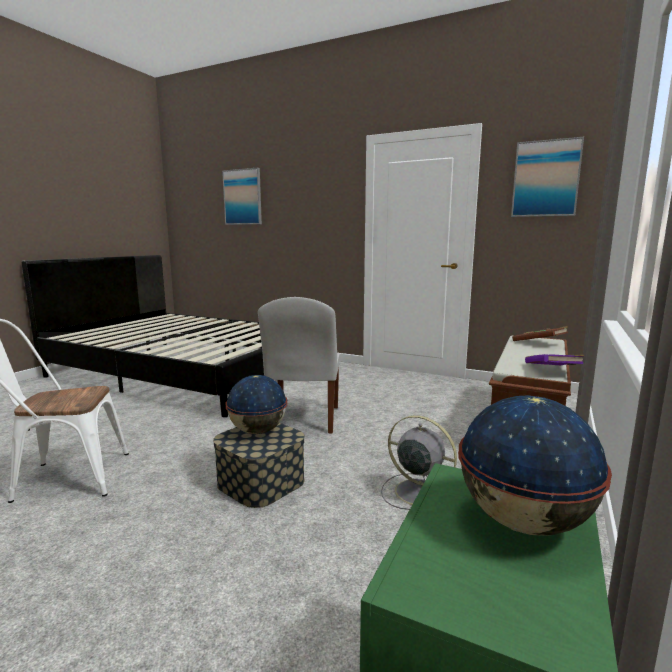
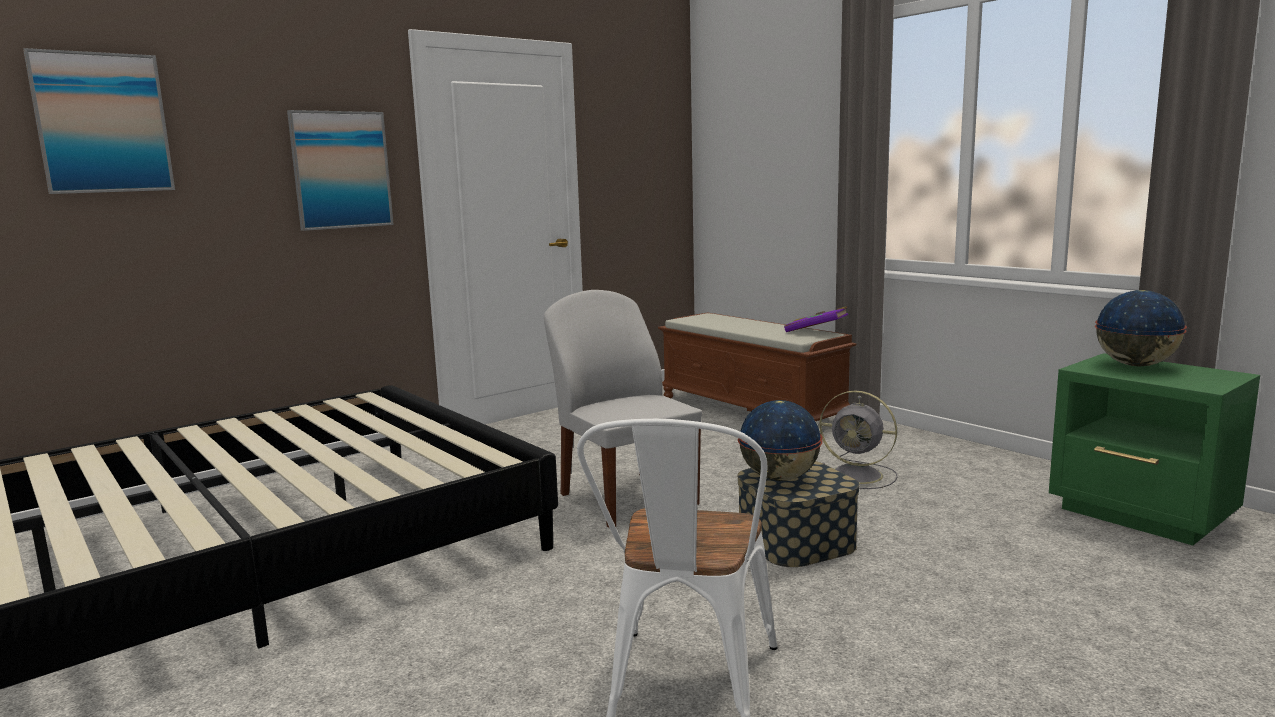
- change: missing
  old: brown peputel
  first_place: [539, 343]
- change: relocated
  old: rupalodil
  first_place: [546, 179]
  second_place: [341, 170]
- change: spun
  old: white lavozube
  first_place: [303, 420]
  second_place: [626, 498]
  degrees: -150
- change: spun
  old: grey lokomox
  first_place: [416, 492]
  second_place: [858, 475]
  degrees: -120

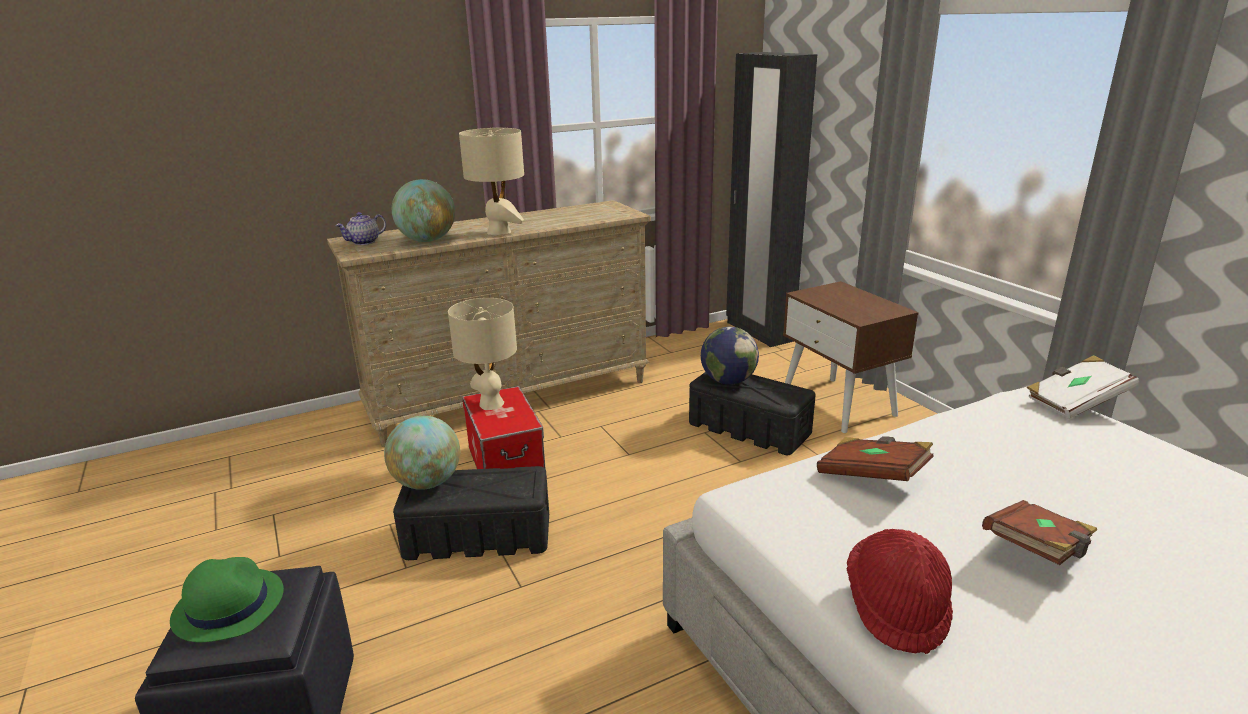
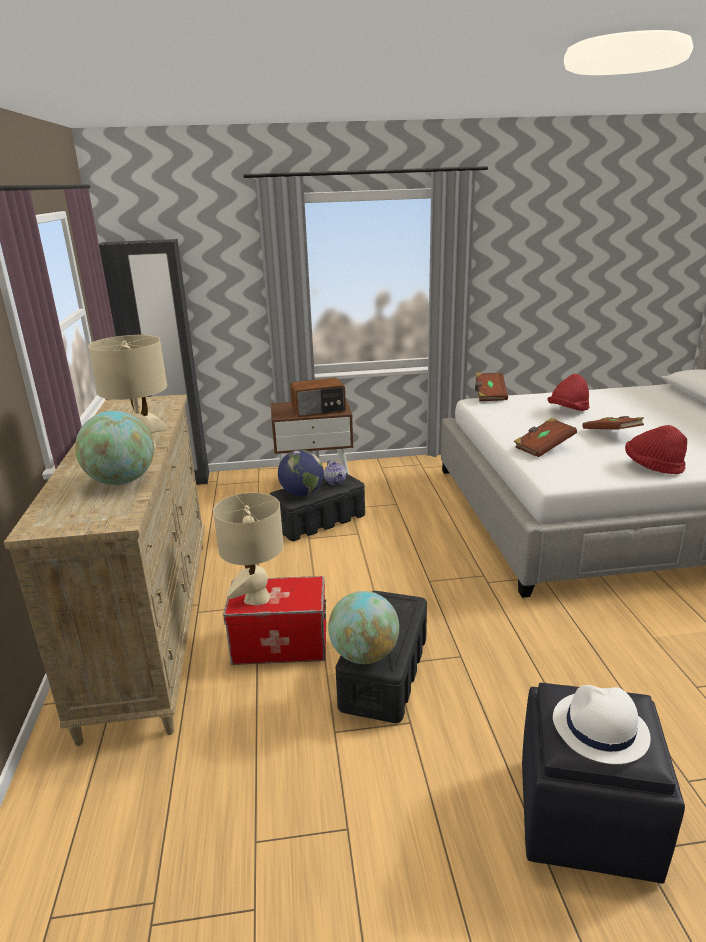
- change: appeared
  new: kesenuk
  second_place: [319, 410]
- change: appeared
  new: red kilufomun
  second_place: [568, 410]
- change: relocated
  old: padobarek
  first_place: [364, 242]
  second_place: [335, 481]
- change: colour
  old: green kilufomun
  new: white kilufomun
  first_place: [228, 605]
  second_place: [599, 728]
- change: colour
  old: white peputel
  new: brown peputel
  first_place: [1075, 402]
  second_place: [489, 395]

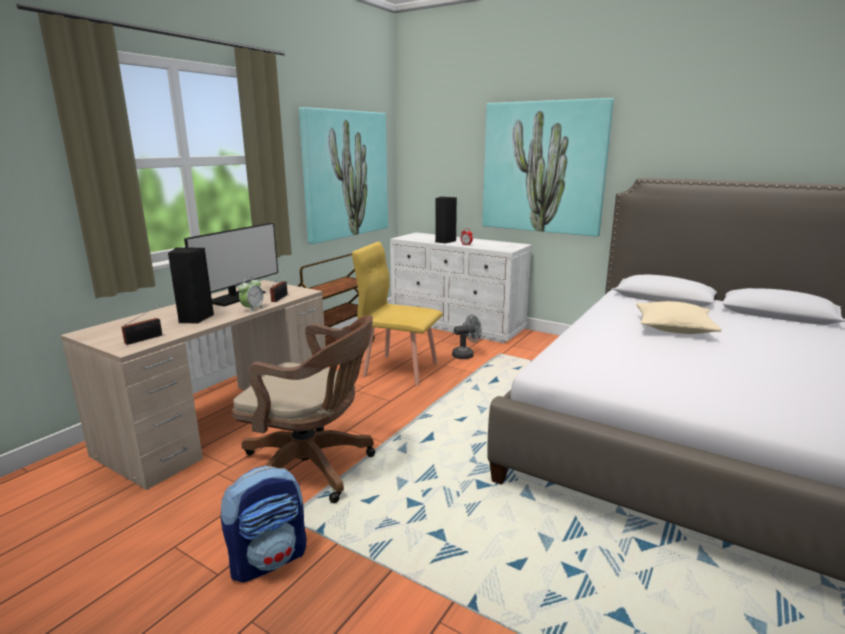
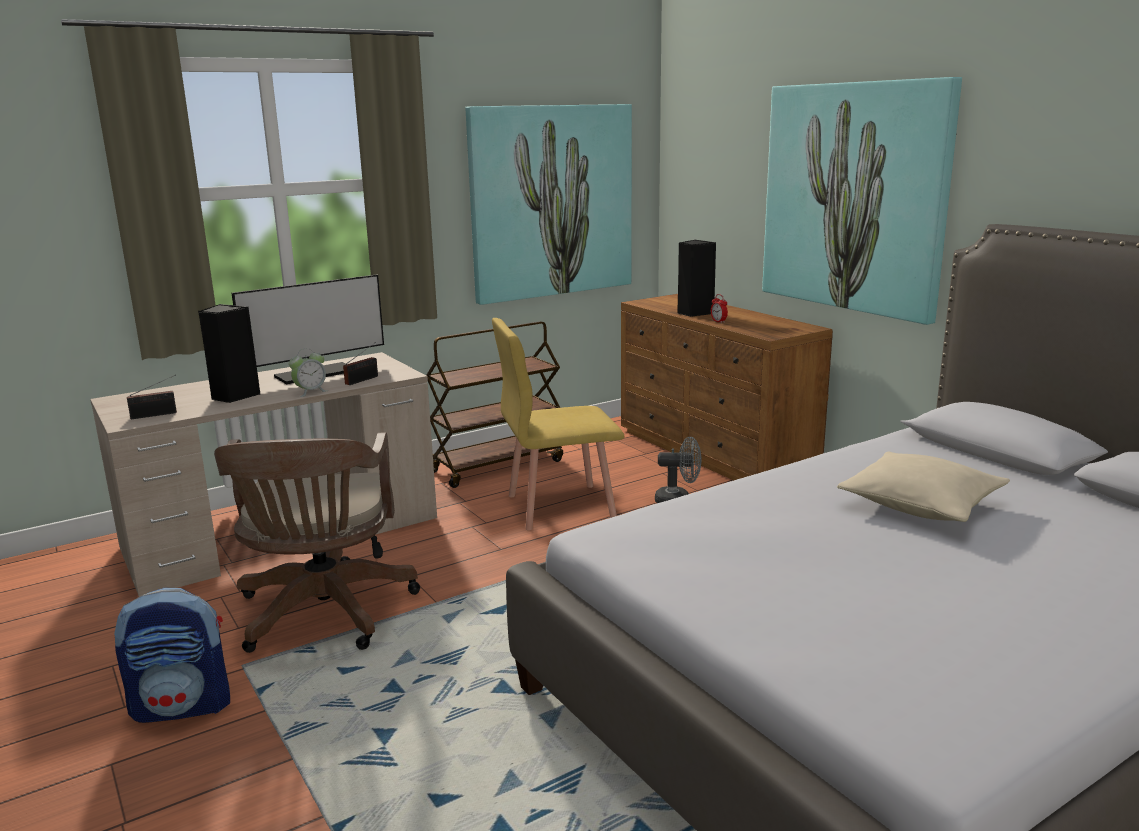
- change: colour
  old: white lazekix
  new: brown lazekix
  first_place: [458, 325]
  second_place: [715, 452]
- change: spun
  old: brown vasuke
  first_place: [313, 468]
  second_place: [324, 615]
  degrees: 45
- change: spun
  old: yellow lavozube
  first_place: [400, 369]
  second_place: [559, 506]
  degrees: -60

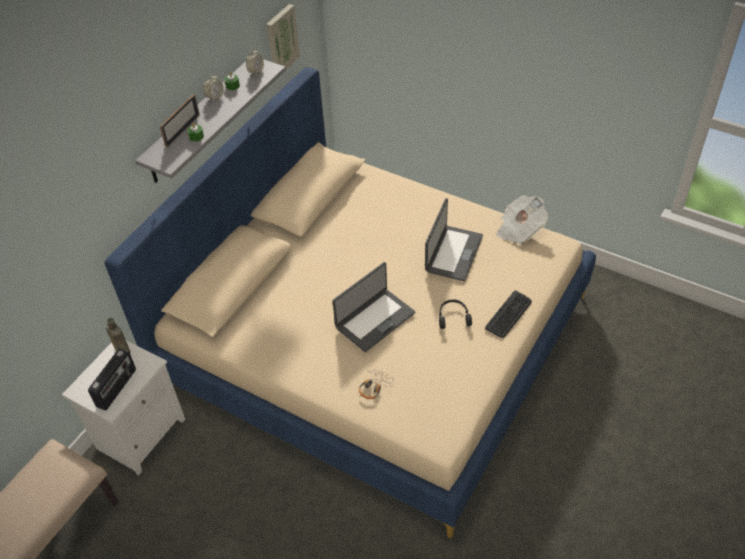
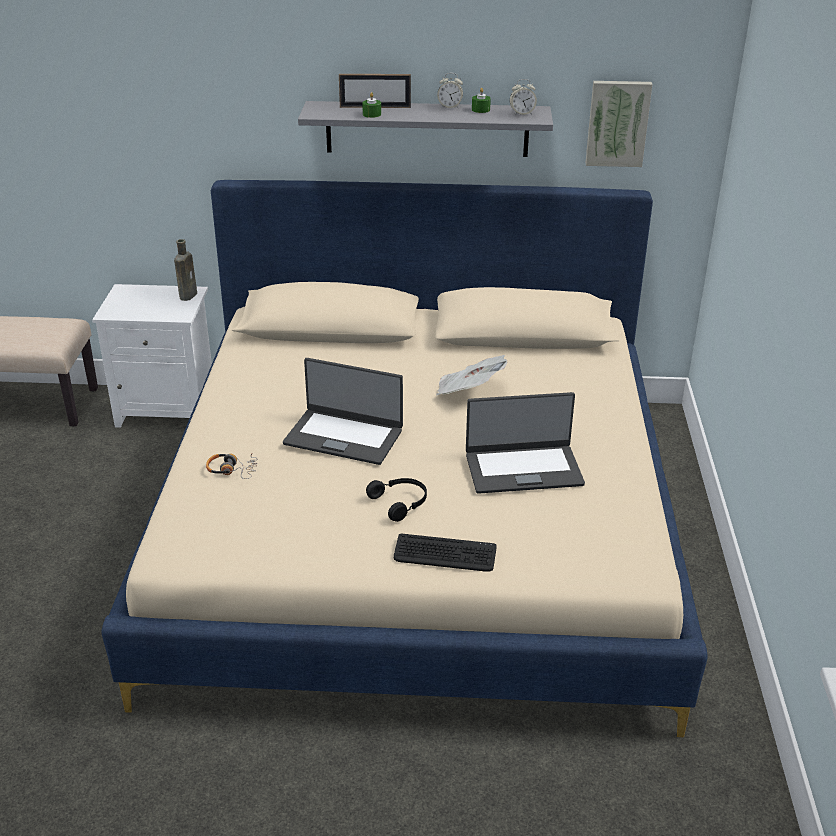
- change: missing
  old: kesenuk
  first_place: [117, 388]
- change: relocated
  old: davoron
  first_place: [519, 229]
  second_place: [469, 392]

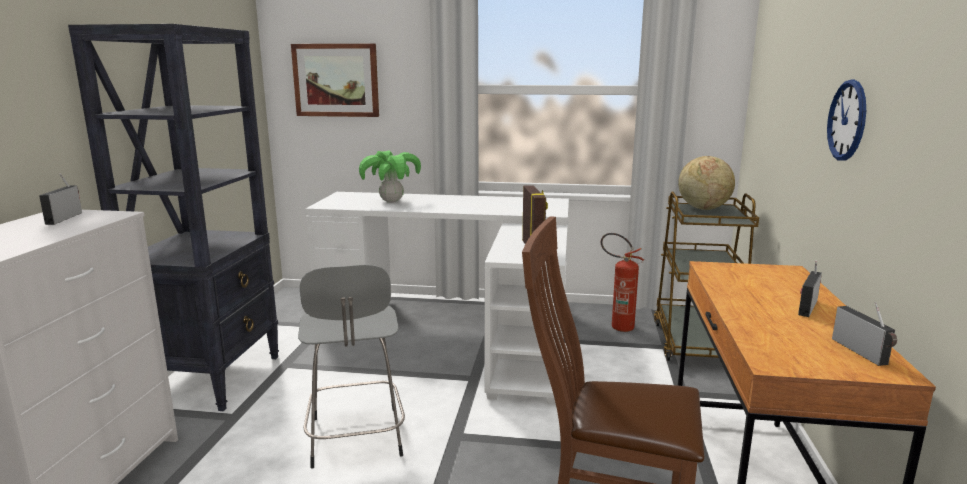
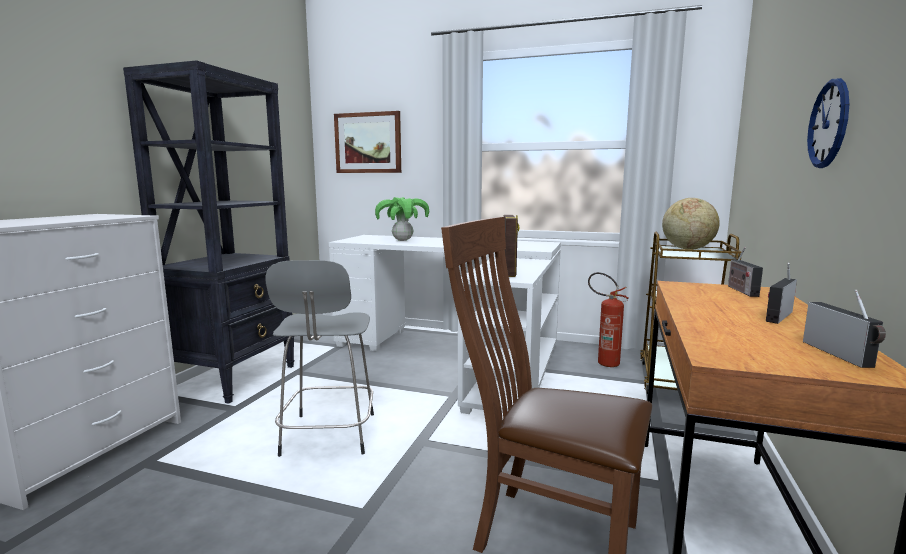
- change: relocated
  old: kesenuk
  first_place: [65, 218]
  second_place: [740, 290]

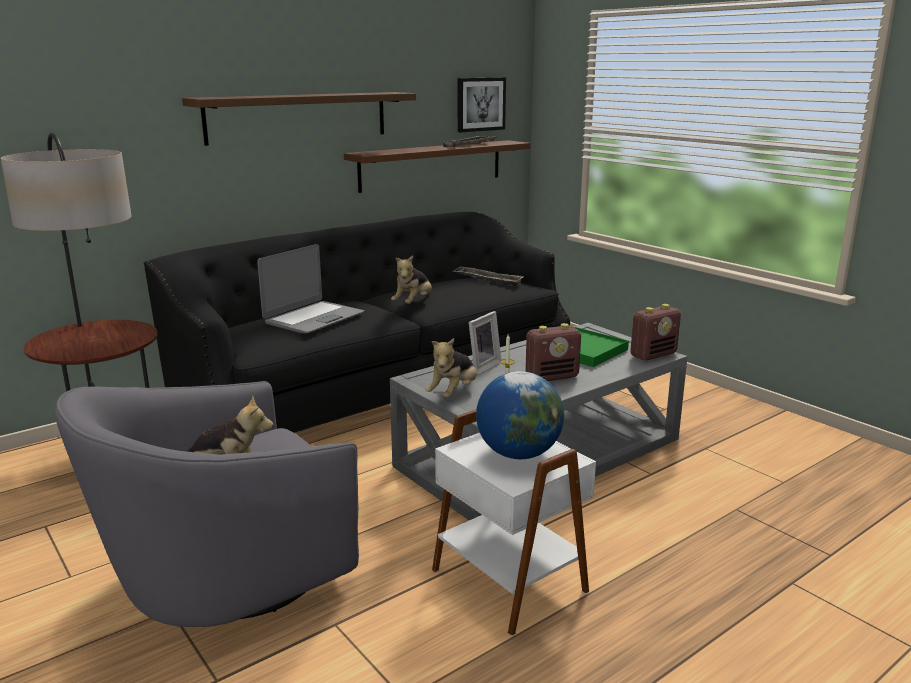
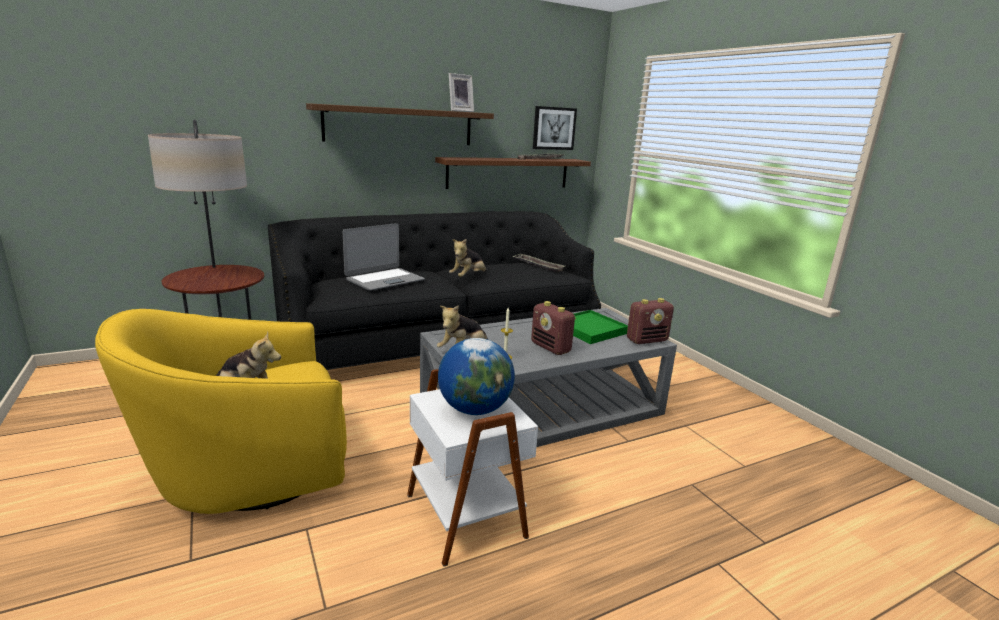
- change: relocated
  old: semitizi
  first_place: [481, 366]
  second_place: [459, 111]
- change: colour
  old: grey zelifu
  new: yellow zelifu
  first_place: [227, 577]
  second_place: [248, 473]
- change: spun
  old: kesenuk
  first_place: [552, 377]
  second_place: [551, 348]
  degrees: 60

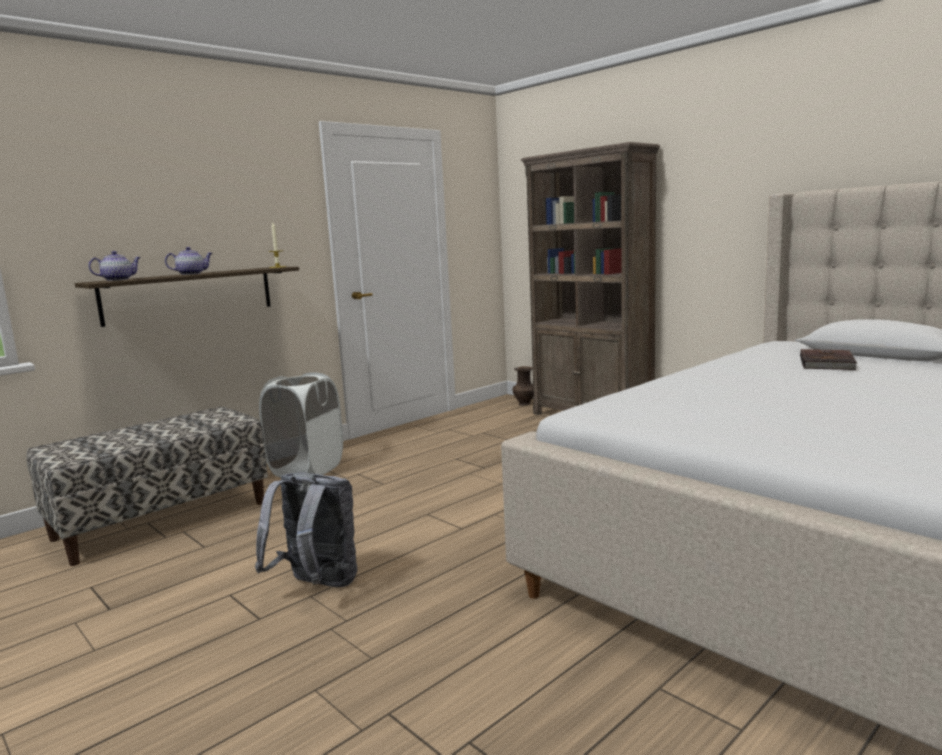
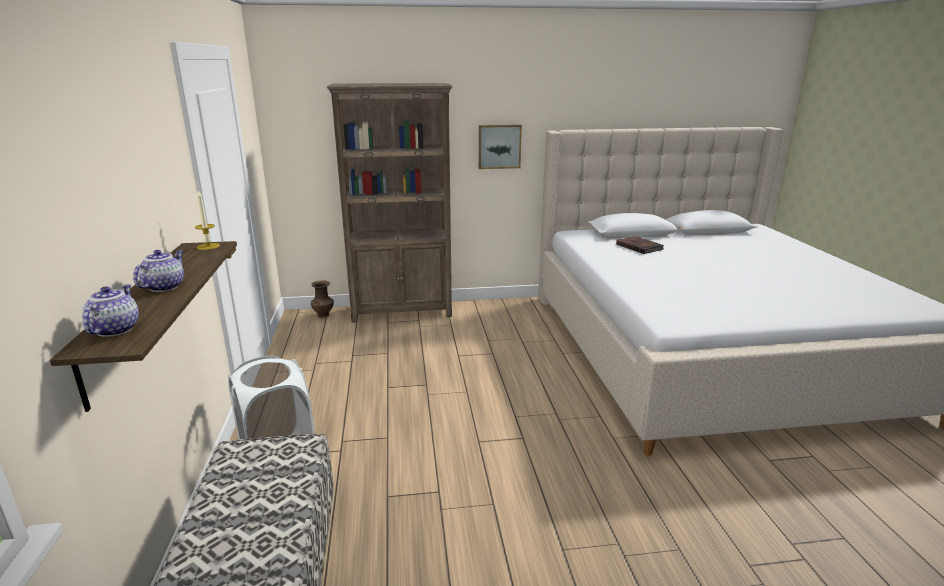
- change: missing
  old: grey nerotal
  first_place: [316, 586]
- change: appeared
  new: rupalodil
  second_place: [499, 146]

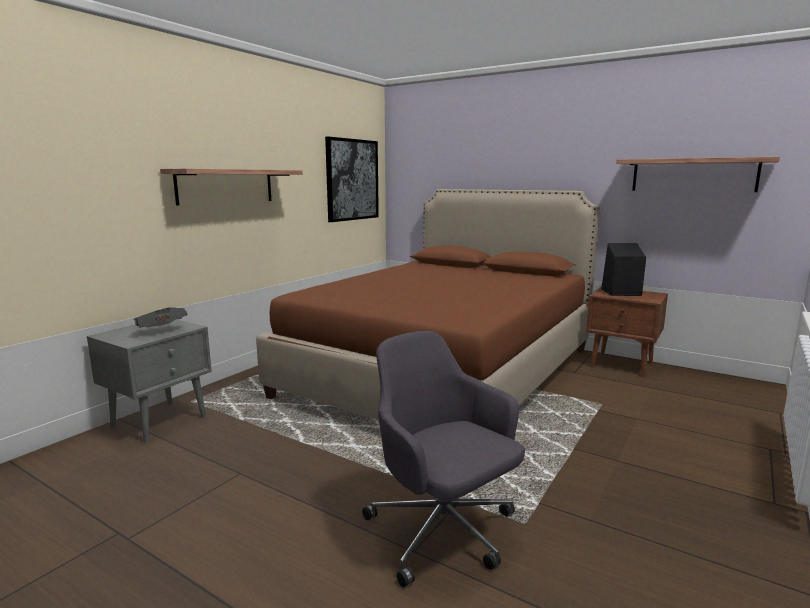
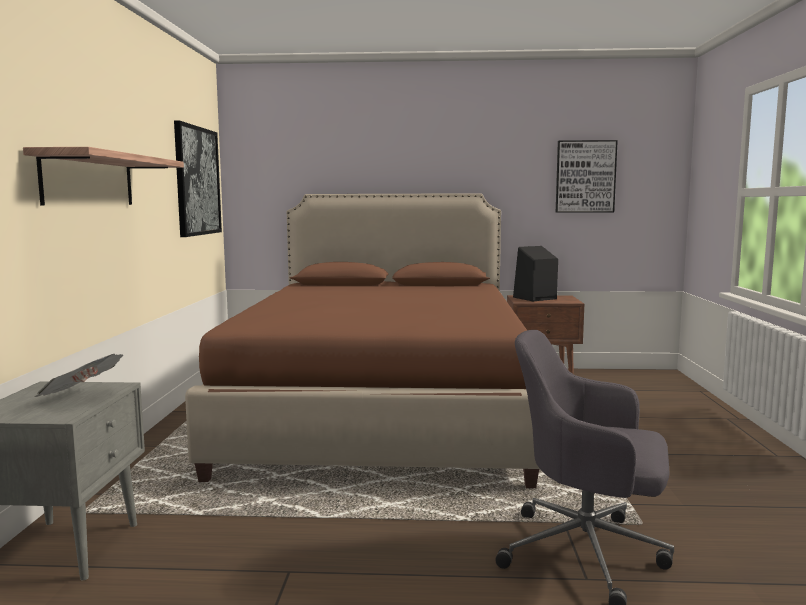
- change: exchanged
  old: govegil
  new: rupalodil
  first_place: [693, 175]
  second_place: [585, 176]

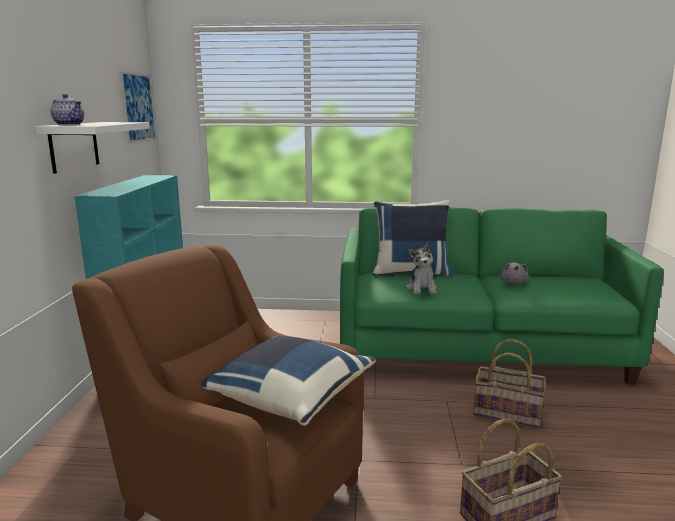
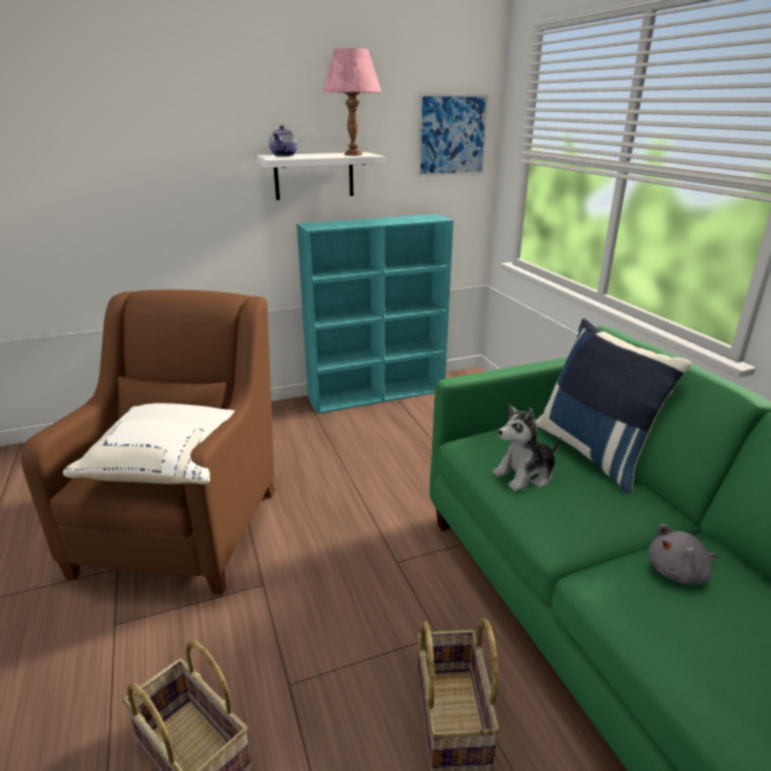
- change: appeared
  new: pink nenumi
  second_place: [353, 154]
- change: colour
  old: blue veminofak
  new: white veminofak
  first_place: [290, 397]
  second_place: [170, 465]

